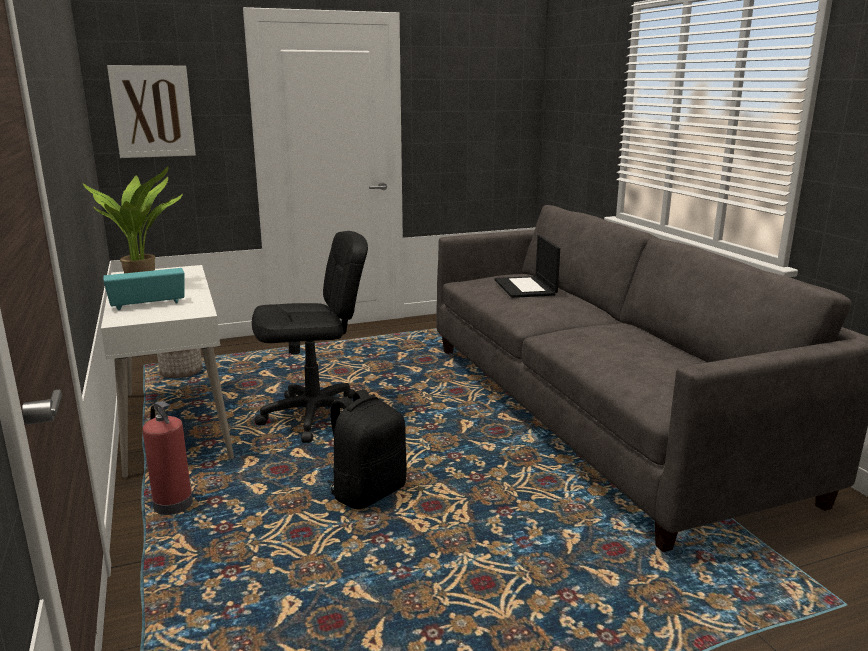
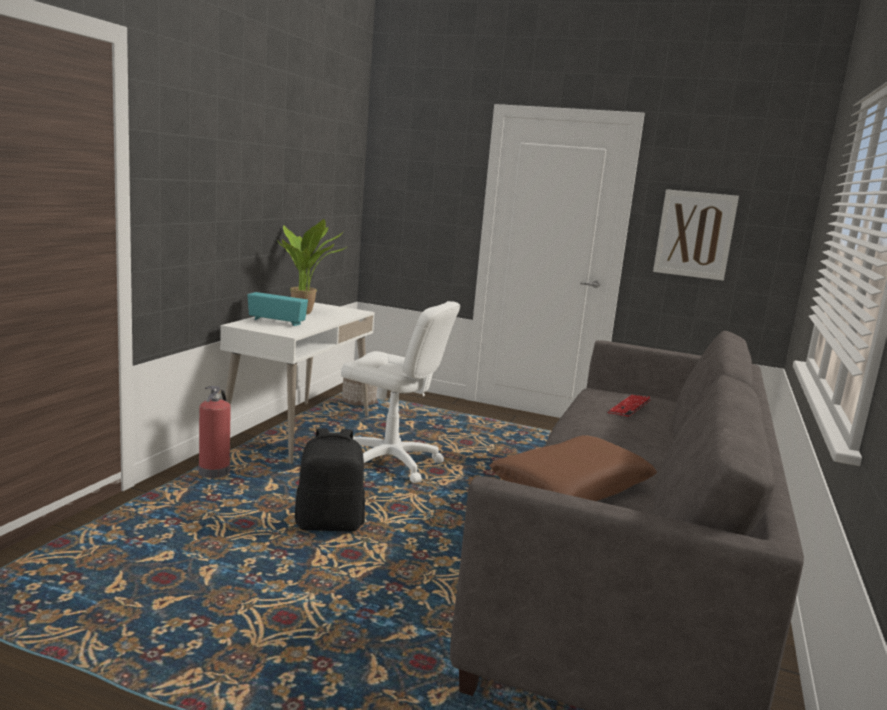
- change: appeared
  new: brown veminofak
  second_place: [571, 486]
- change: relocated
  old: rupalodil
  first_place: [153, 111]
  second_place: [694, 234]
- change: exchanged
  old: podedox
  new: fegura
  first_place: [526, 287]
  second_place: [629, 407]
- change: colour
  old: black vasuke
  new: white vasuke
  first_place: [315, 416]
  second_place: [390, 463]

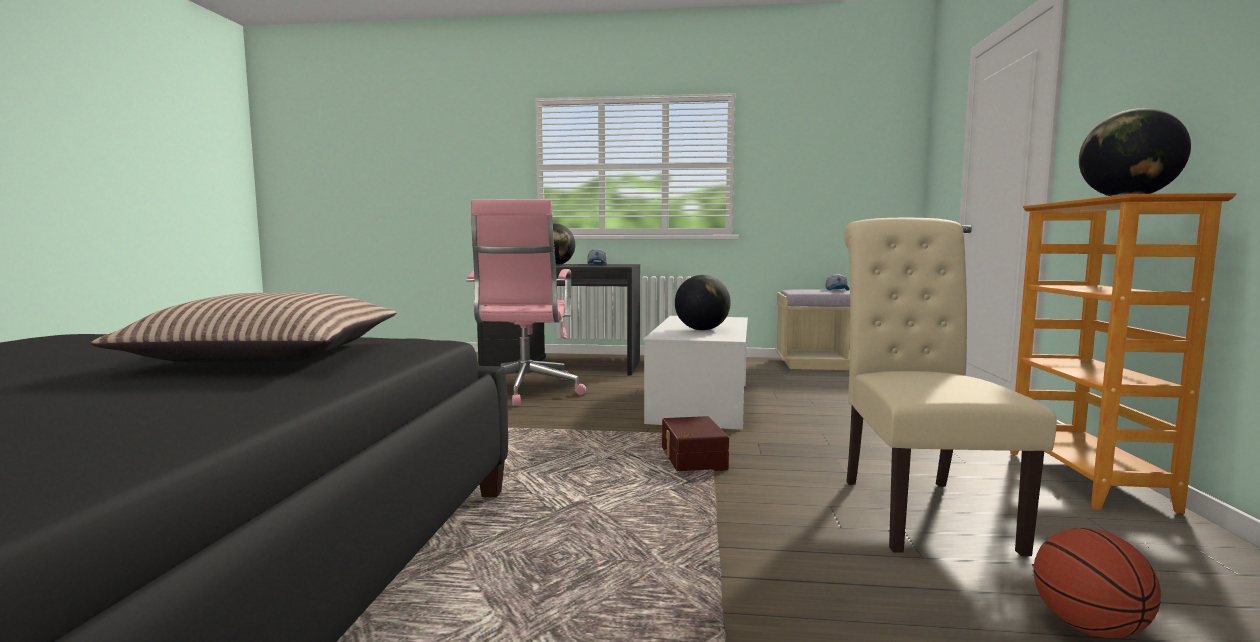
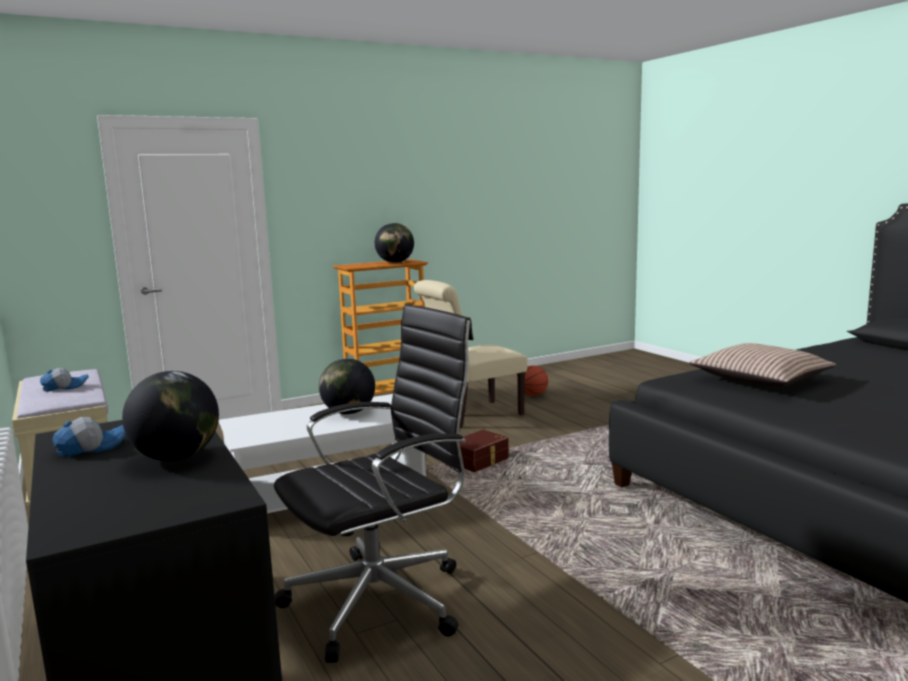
- change: colour
  old: pink vasuke
  new: black vasuke
  first_place: [524, 391]
  second_place: [382, 600]

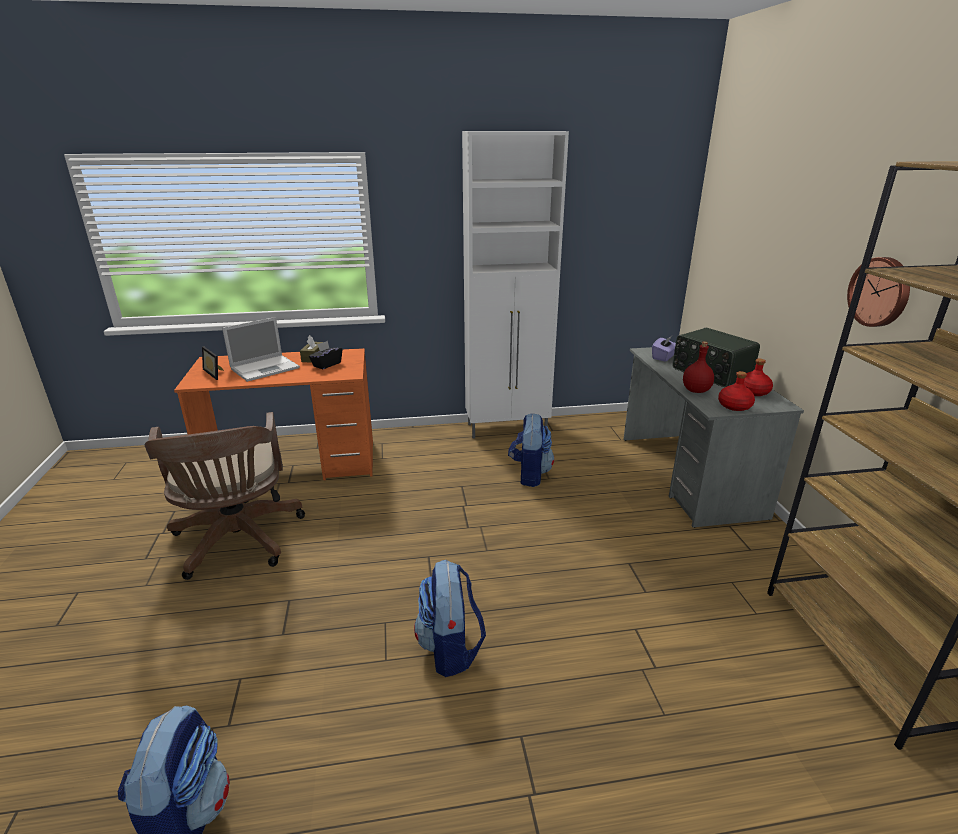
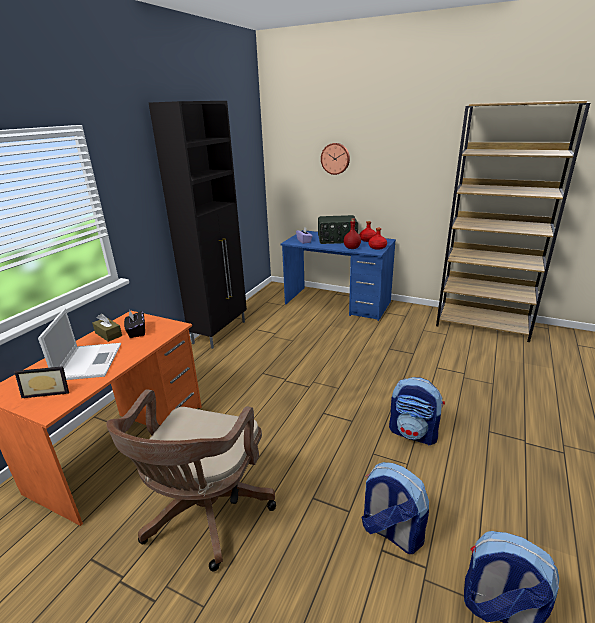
- change: relocated
  old: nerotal
  first_place: [529, 474]
  second_place: [391, 532]
- change: relocated
  old: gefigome
  first_place: [880, 292]
  second_place: [335, 158]
- change: colour
  old: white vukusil
  new: black vukusil
  first_place: [508, 428]
  second_place: [220, 332]
- change: colour
  old: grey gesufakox
  new: blue gesufakox
  first_place: [688, 475]
  second_place: [337, 303]
- change: spun
  old: brown vasuke
  first_place: [238, 542]
  second_place: [205, 514]
  degrees: 90

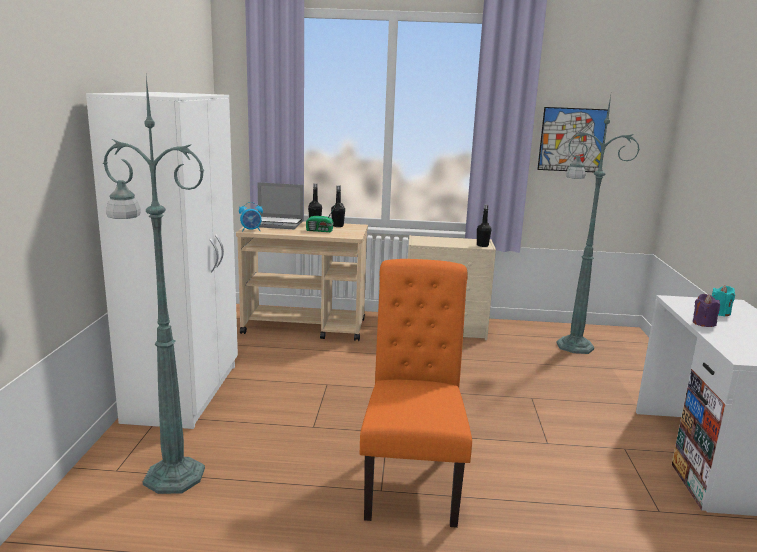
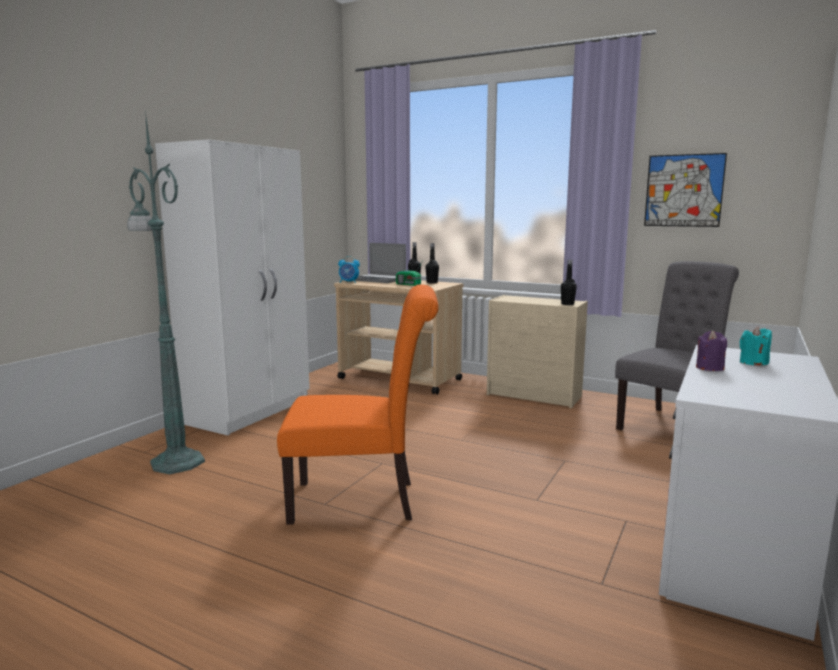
- change: exchanged
  old: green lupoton
  new: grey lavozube
  first_place: [572, 345]
  second_place: [670, 424]
- change: spun
  old: orange lavozube
  first_place: [412, 479]
  second_place: [362, 501]
  degrees: 60

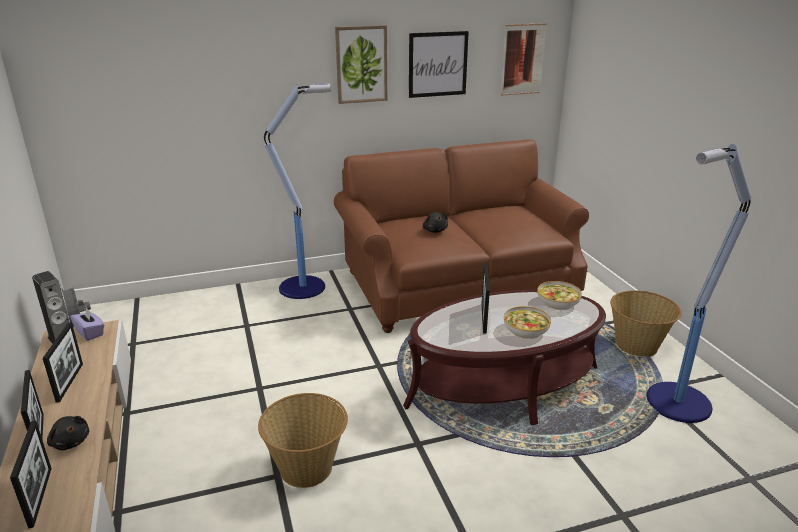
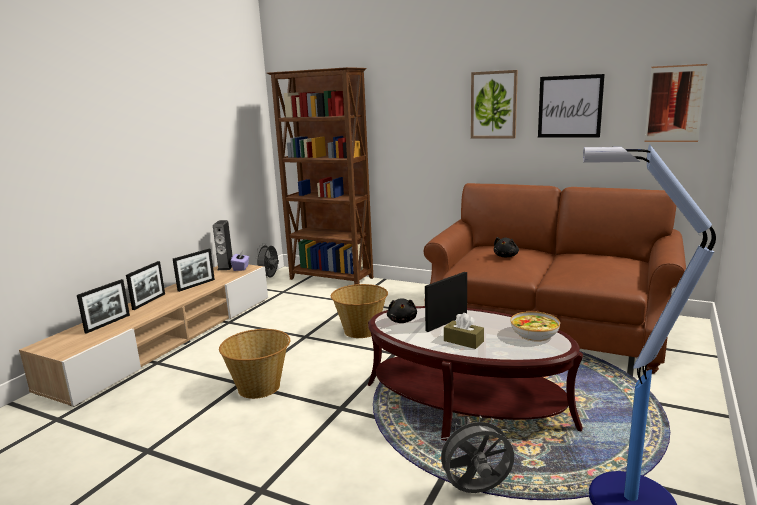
- change: missing
  old: lupoton
  first_place: [304, 287]
- change: appeared
  new: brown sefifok
  second_place: [331, 279]
- change: appeared
  new: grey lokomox
  second_place: [476, 491]
- change: relocated
  old: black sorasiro
  first_place: [70, 442]
  second_place: [402, 320]
- change: relocated
  old: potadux
  first_place: [637, 346]
  second_place: [361, 331]
- change: exchanged
  old: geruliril
  new: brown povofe
  first_place: [525, 330]
  second_place: [463, 341]

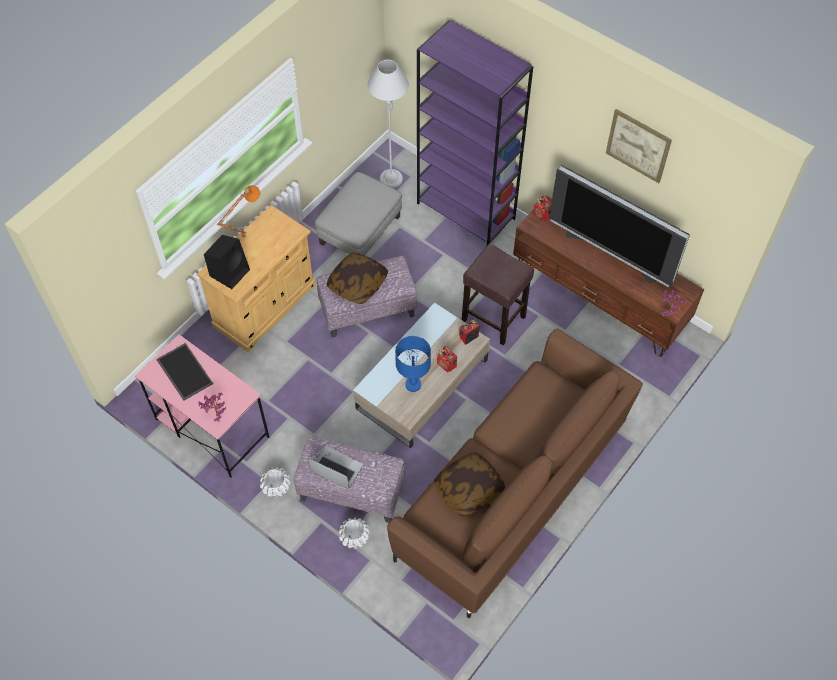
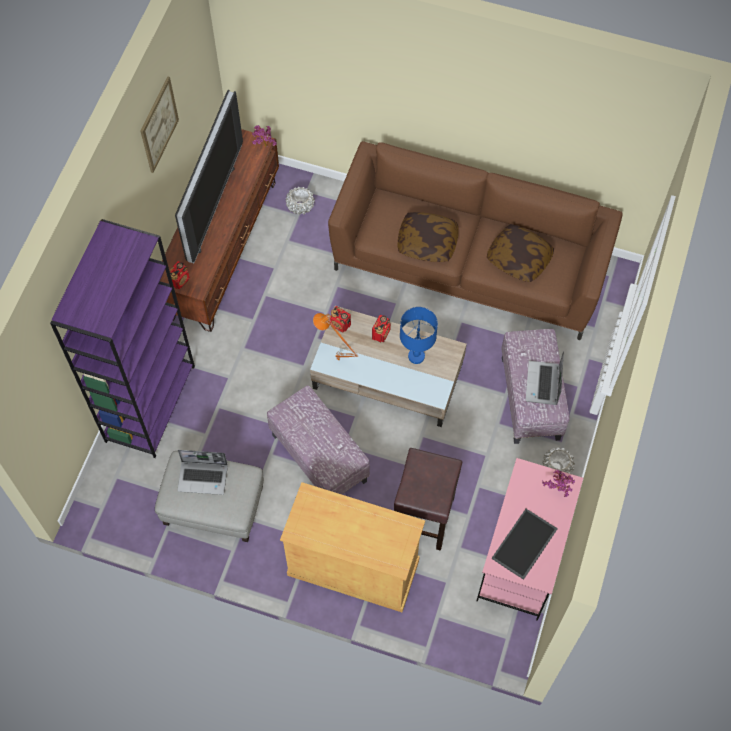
- change: missing
  old: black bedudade
  first_place: [230, 272]
- change: missing
  old: grey lupoton
  first_place: [391, 178]
- change: appeared
  new: podedox
  second_place: [203, 477]
- change: relocated
  old: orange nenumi
  first_place: [244, 236]
  second_place: [337, 361]
- change: relocated
  old: veminofak
  first_place: [357, 284]
  second_place: [427, 243]
- change: relocated
  old: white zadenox
  first_place: [354, 537]
  second_place: [300, 206]
- change: relocated
  old: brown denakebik
  first_place: [494, 319]
  second_place: [424, 516]

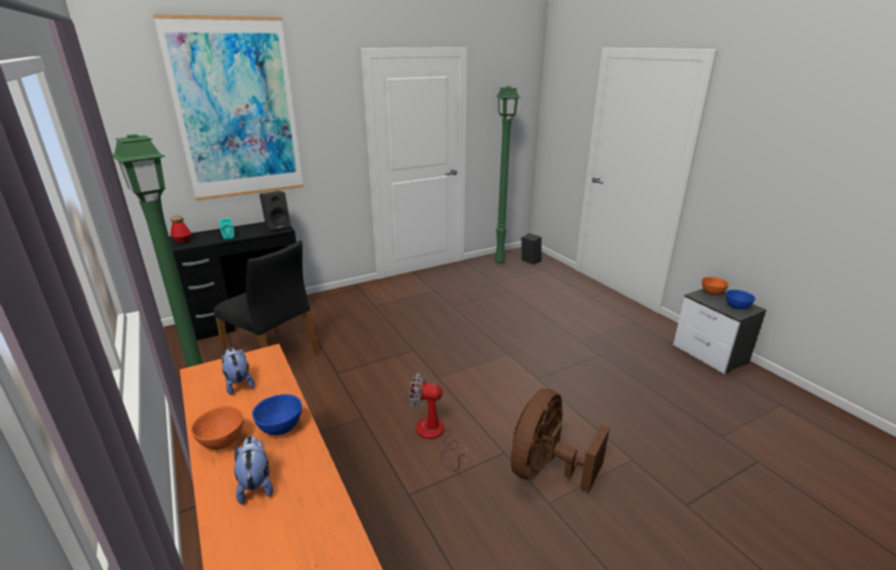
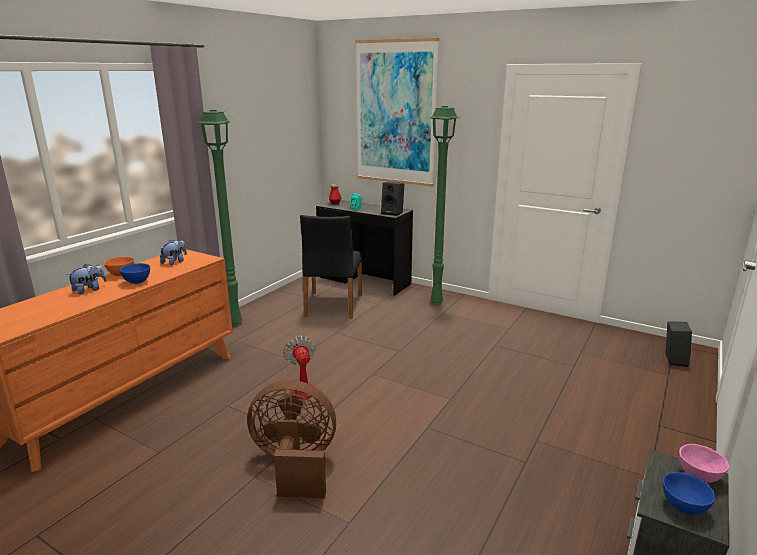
- change: relocated
  old: green lupoton
  first_place: [500, 262]
  second_place: [437, 303]
- change: colour
  old: orange geruliril
  new: pink geruliril
  first_place: [711, 293]
  second_place: [698, 476]

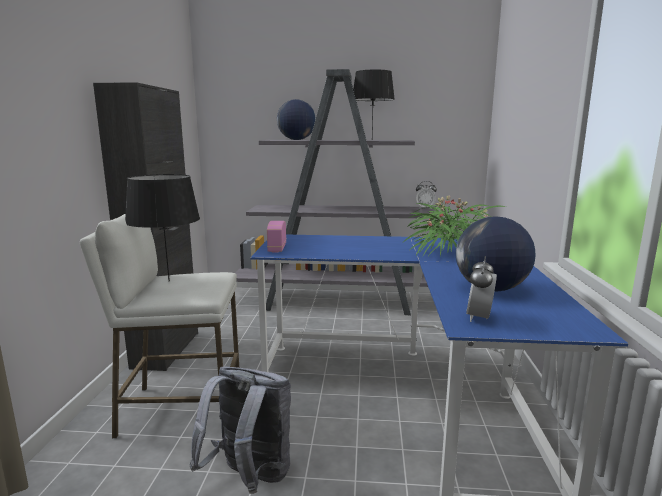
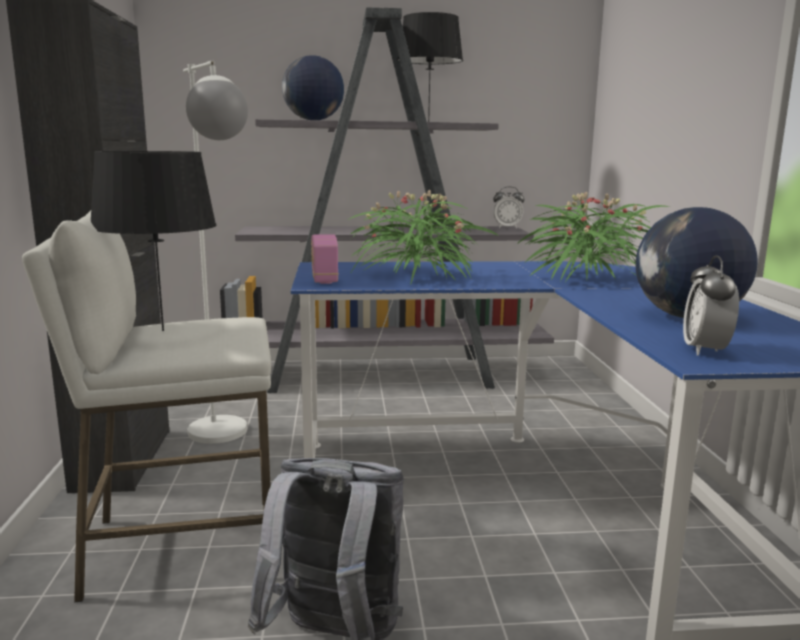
- change: appeared
  new: white lupoton
  second_place: [225, 439]
- change: appeared
  new: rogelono
  second_place: [416, 275]

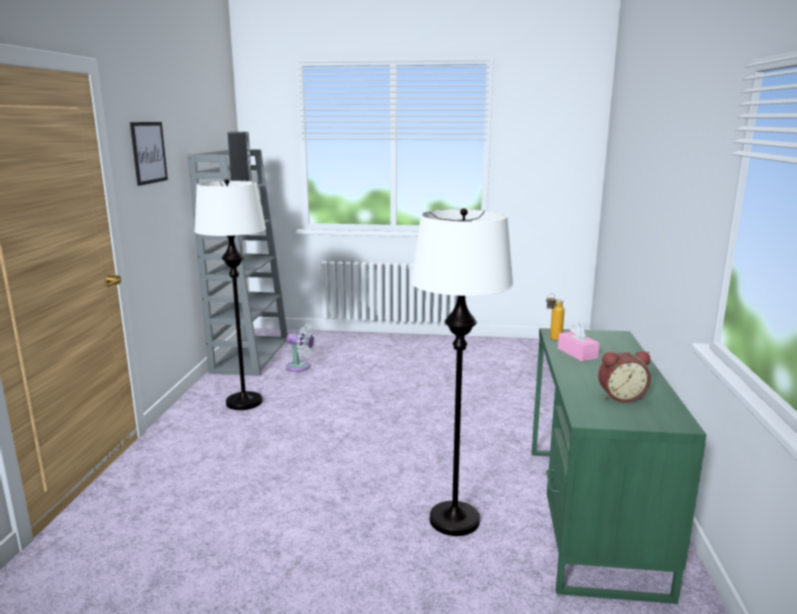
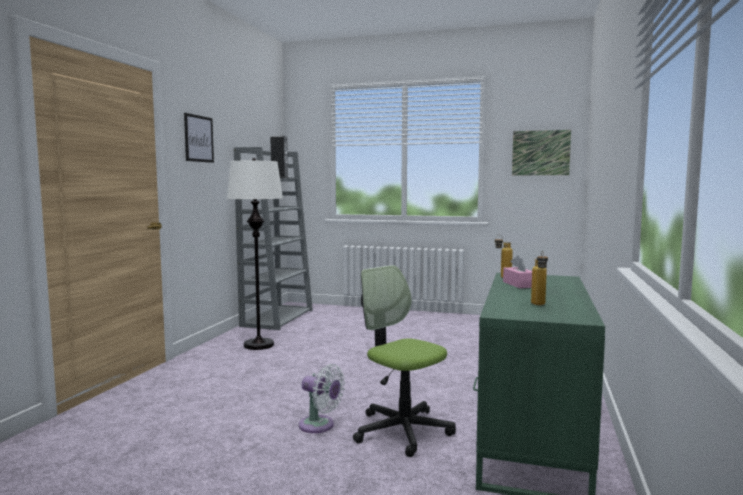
- change: appeared
  new: rupalodil
  second_place: [540, 153]
- change: relocated
  old: white lokomox
  first_place: [300, 367]
  second_place: [319, 426]
- change: exchanged
  old: white lupoton
  new: vasuke
  first_place: [454, 519]
  second_place: [402, 430]
- change: exchanged
  old: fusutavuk
  new: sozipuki
  first_place: [620, 396]
  second_place: [539, 305]

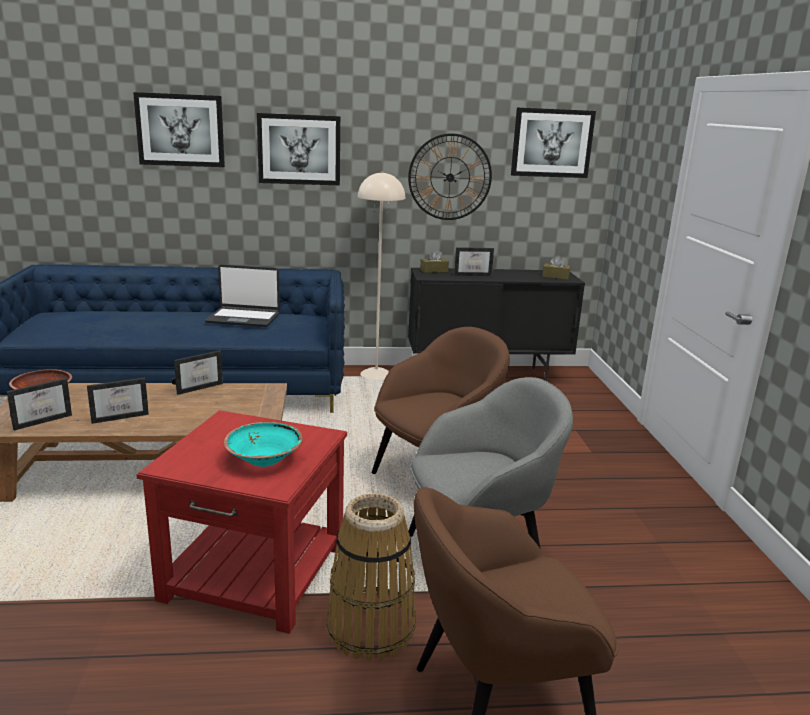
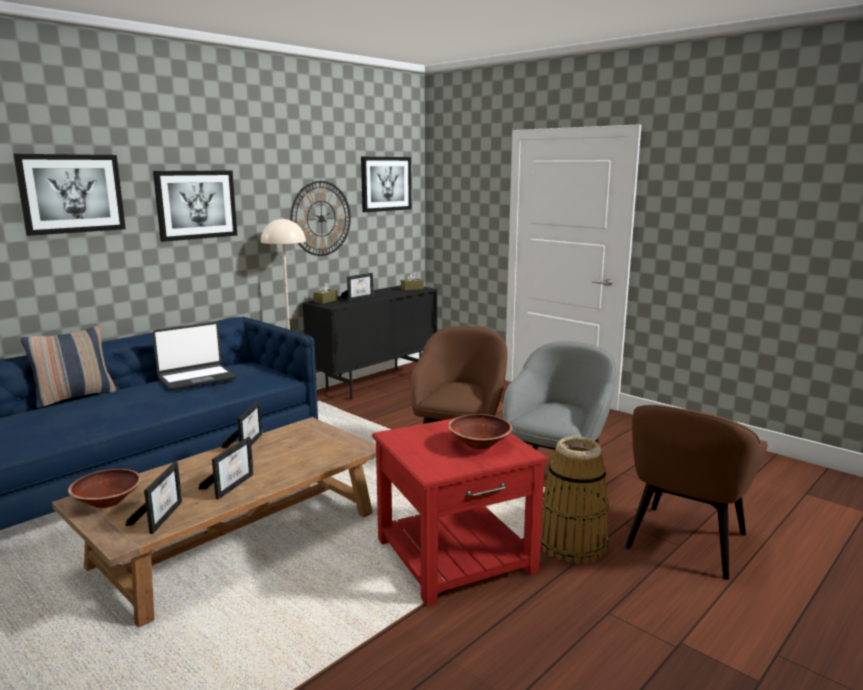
- change: appeared
  new: veminofak
  second_place: [75, 397]
- change: colour
  old: turquoise geruliril
  new: brown geruliril
  first_place: [264, 459]
  second_place: [479, 444]

